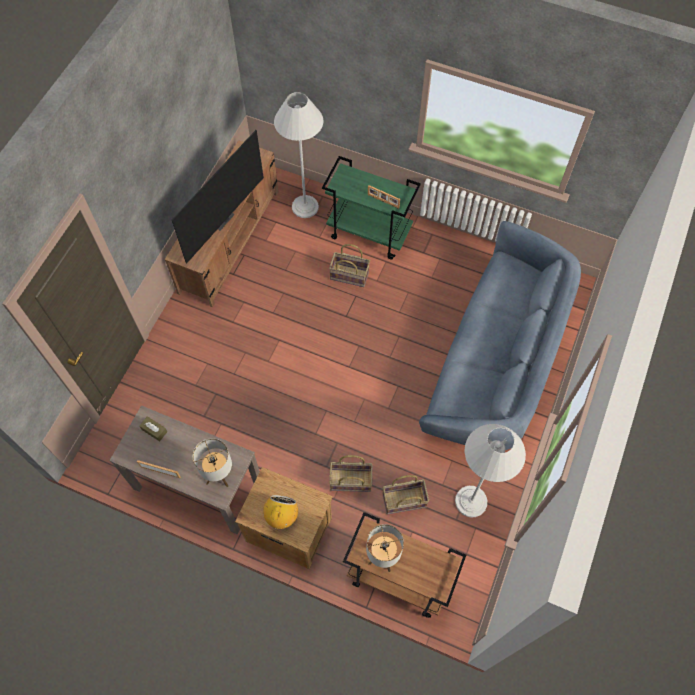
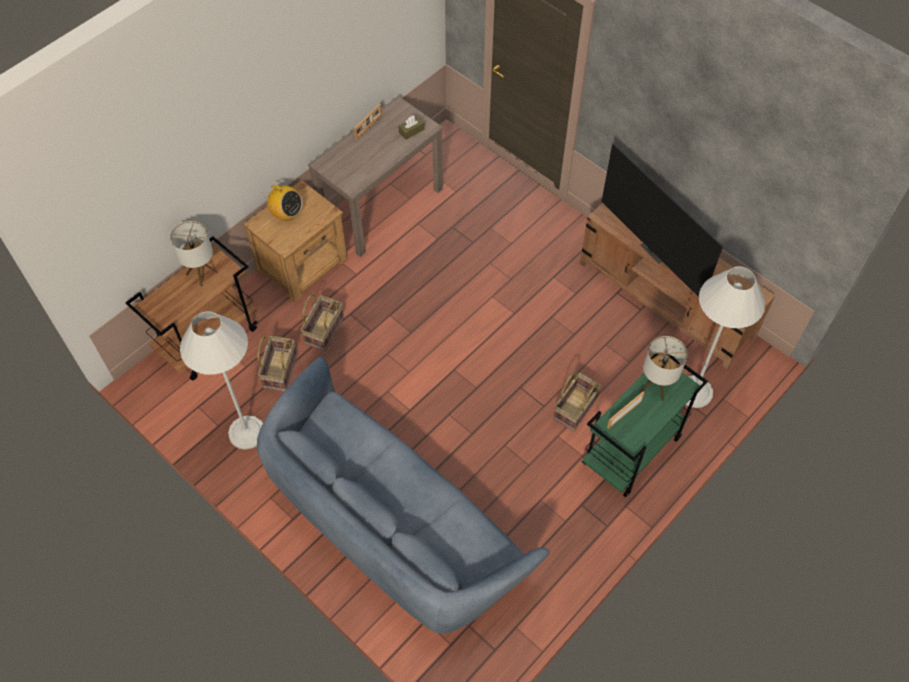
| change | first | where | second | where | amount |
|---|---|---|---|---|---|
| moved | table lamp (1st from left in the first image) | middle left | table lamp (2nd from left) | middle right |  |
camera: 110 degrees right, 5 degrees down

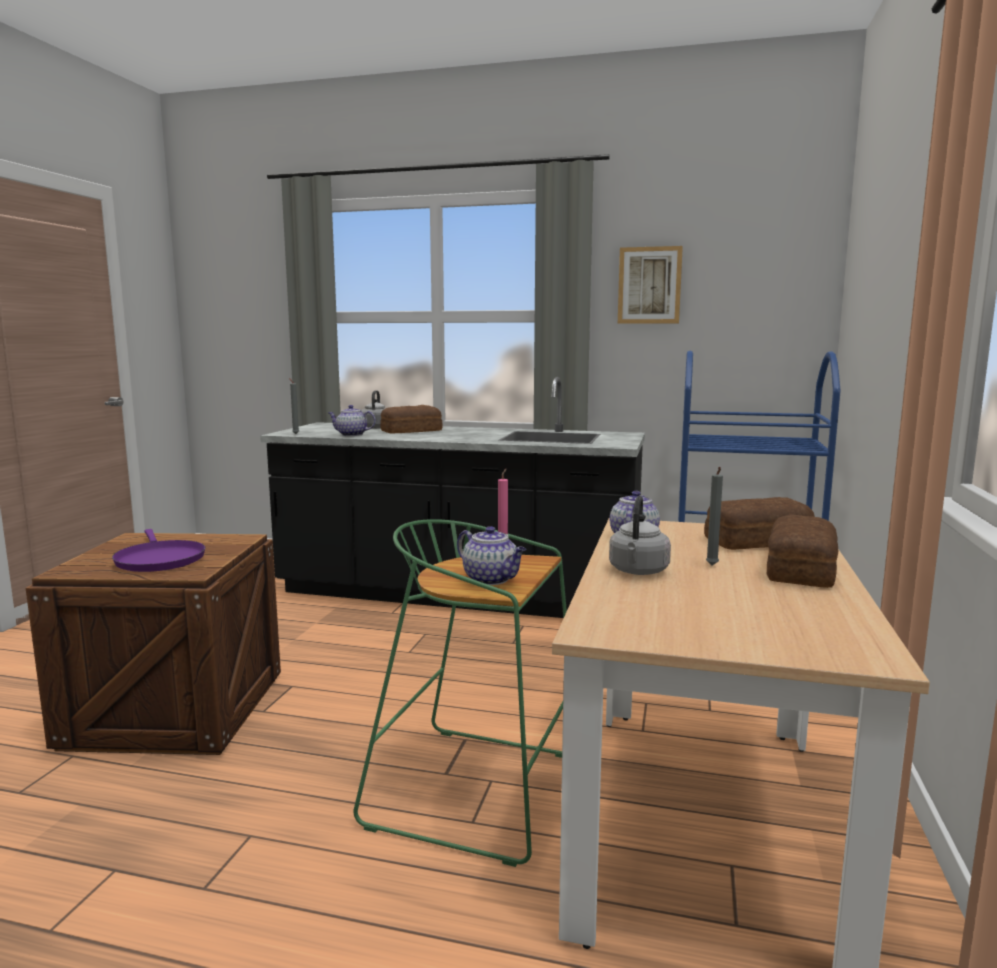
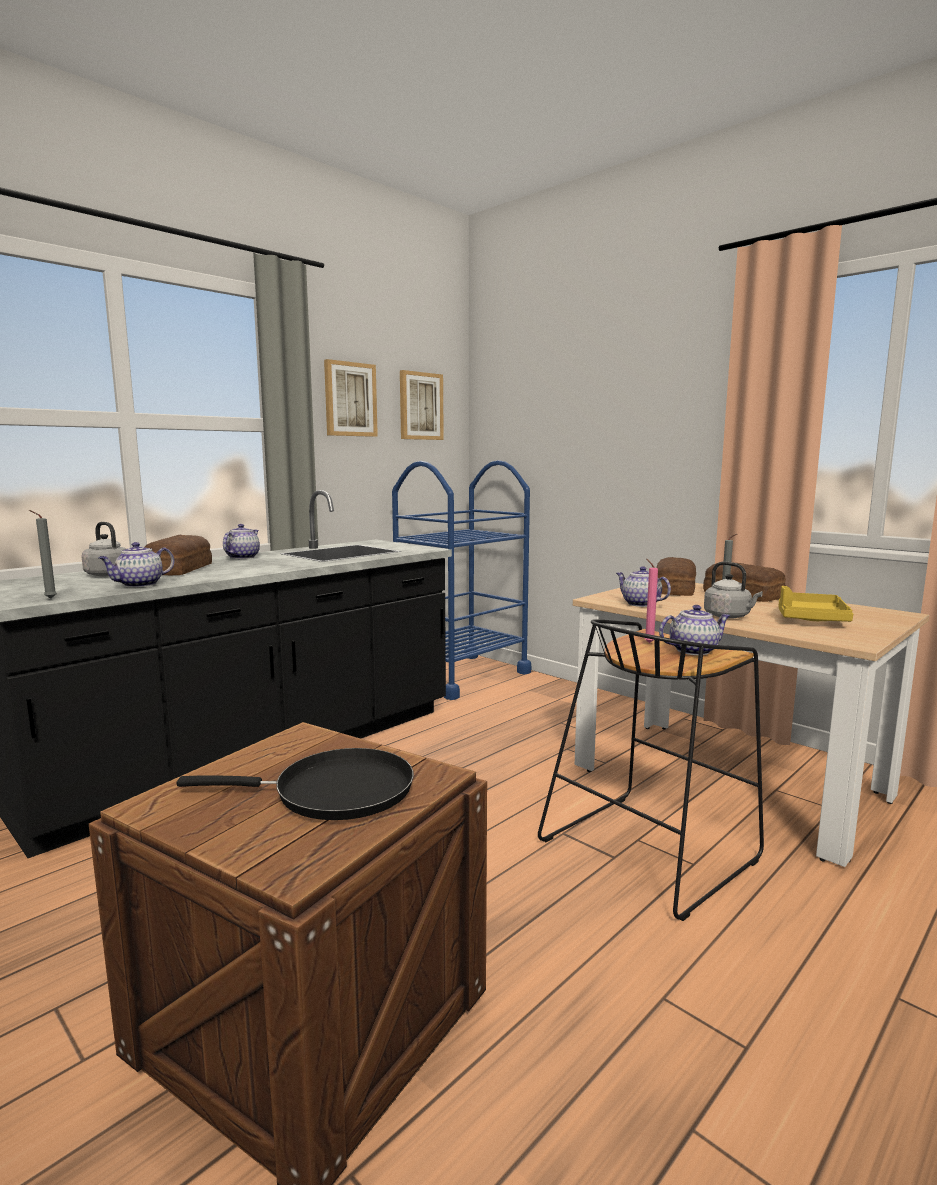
| change | first | where | second | where | amount |
|---|---|---|---|---|---|
| recoloured | stool (green) | bottom centre | stool (black) | middle right |  |
| recoloured | frying pan (purple) | middle left | frying pan (black) | middle left |  |
| added |  |  | picture (2nd from left) | centre |  |
| added |  |  | teapot (2nd from left) | middle left |  |
| added |  |  | tray (yellow) | middle right |  |
camera: 60 degrees left, 0 degrees up

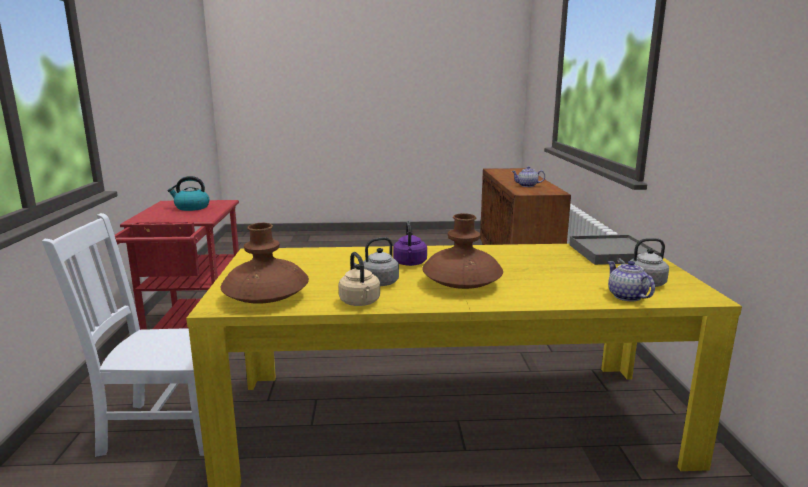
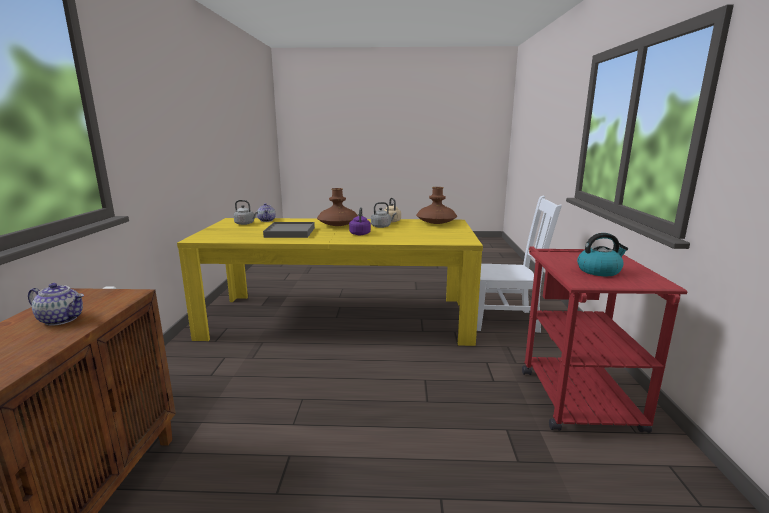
| change | first | where | second | where | amount |
|---|---|---|---|---|---|
| moved | tray (grey) | middle right |  | centre |  |
camera: 175 degrees left, 0 degrees up

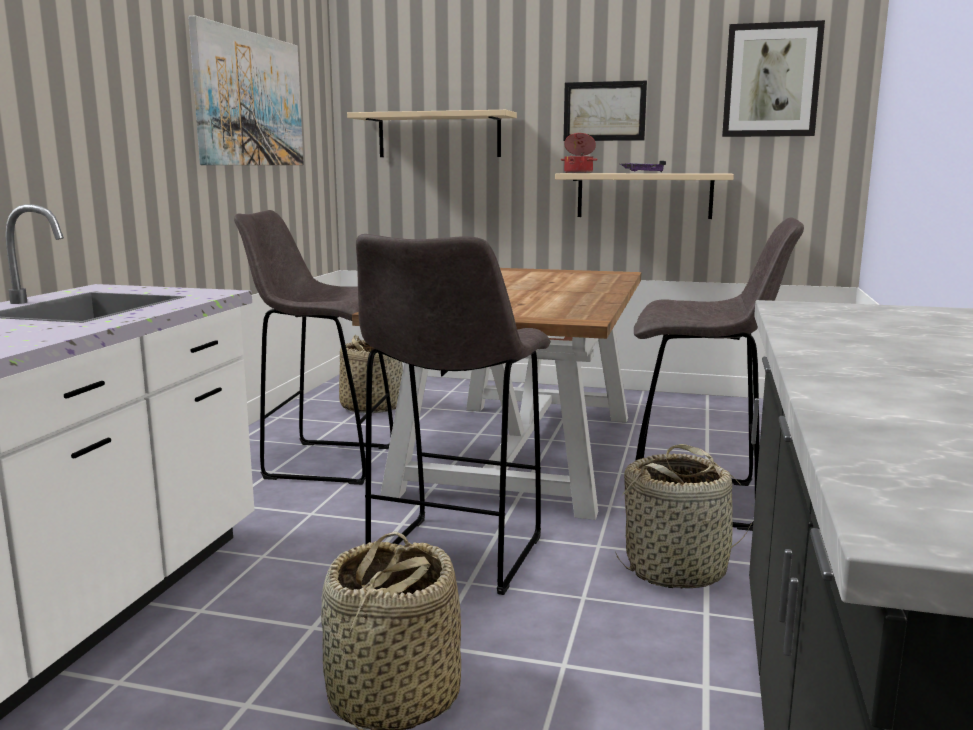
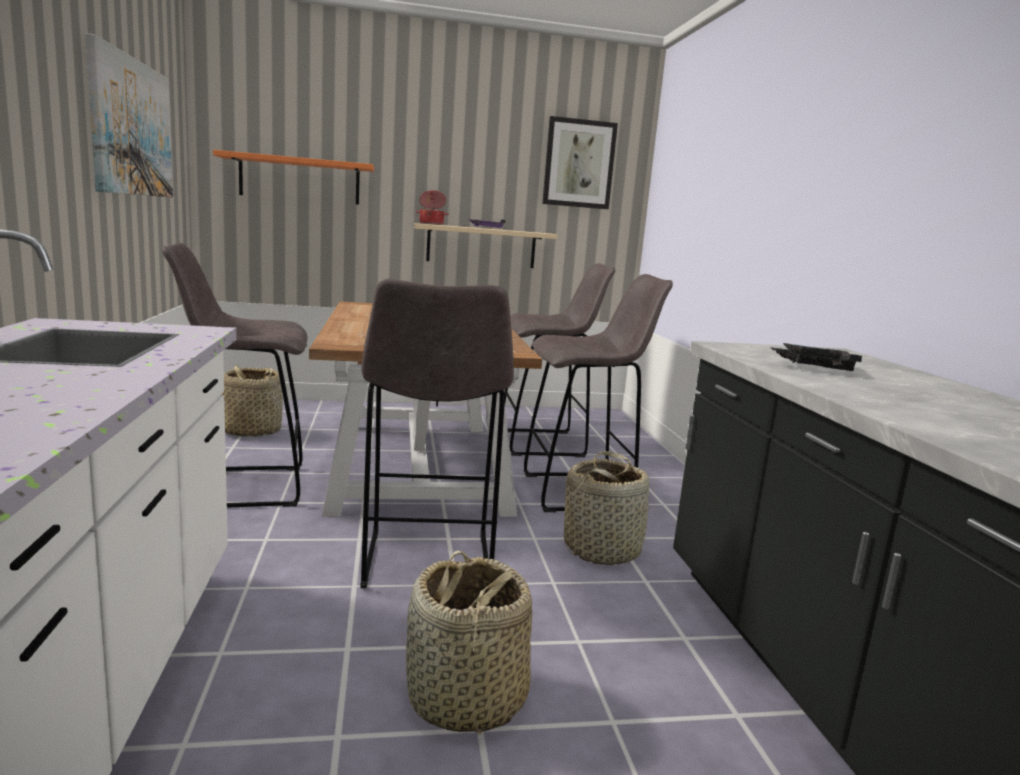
| change | first | where | second | where | amount |
|---|---|---|---|---|---|
| removed | picture (2nd from left) | top centre |  |  |  |
| recoloured | shelf (beige) (1st from left) | top centre | shelf (orange) | top left |  |
| added |  |  | stool (grey) (3rd from left) | centre |  |
| added |  |  | tray (black) | middle right |  |
camera: 25 degrees left, 0 degrees up

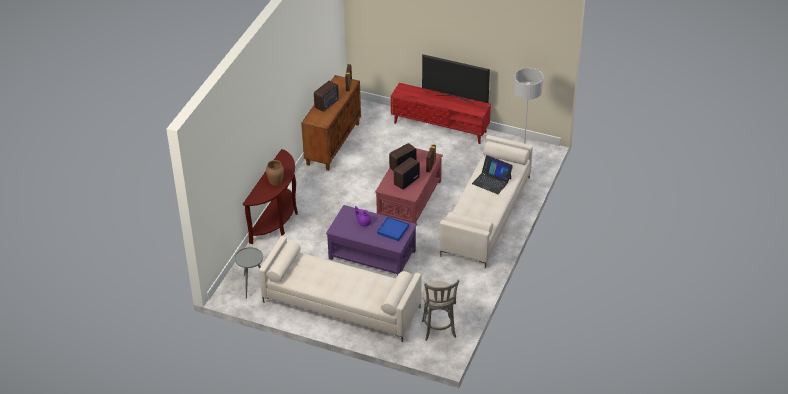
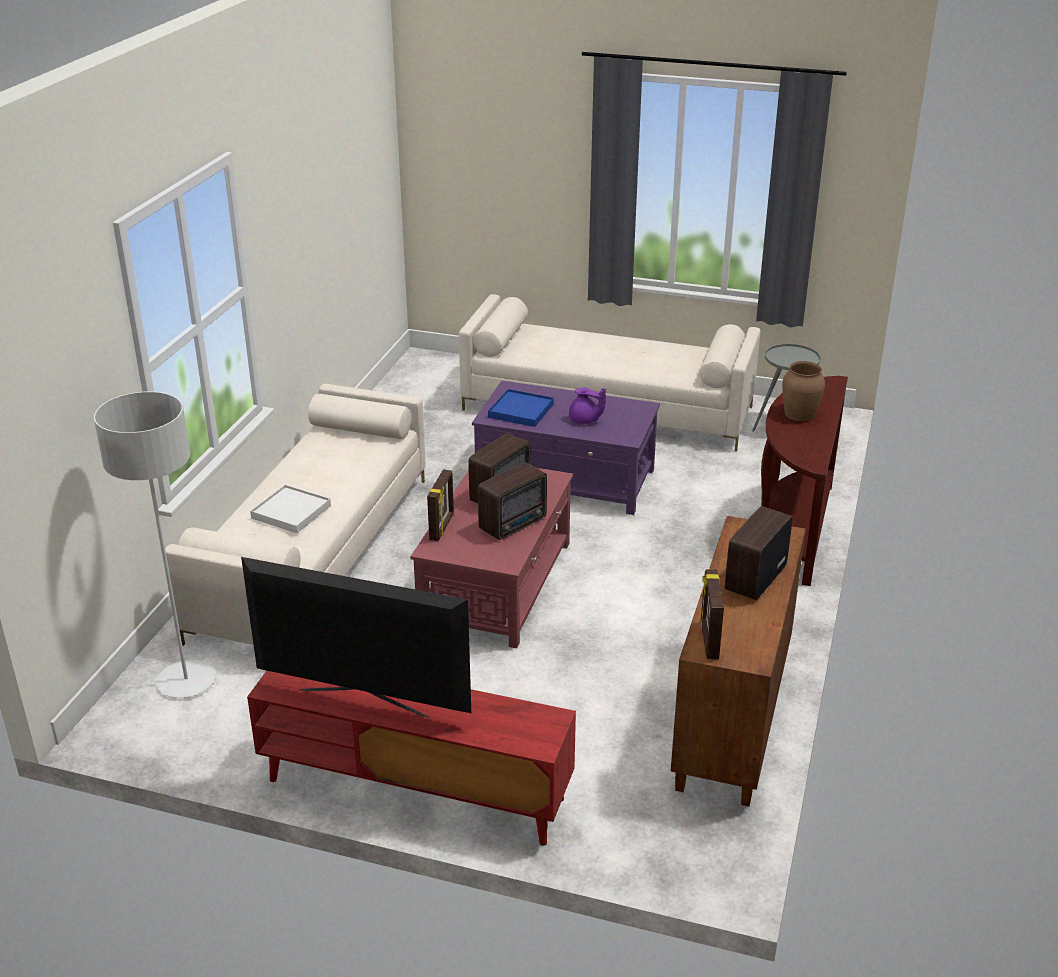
| change | first | where | second | where | amount |
|---|---|---|---|---|---|
| replaced | laptop | centre | tray (white) | middle left |  |
| removed | stool (grey) | bottom centre |  |  |  |
camera: 175 degrees right, 10 degrees down

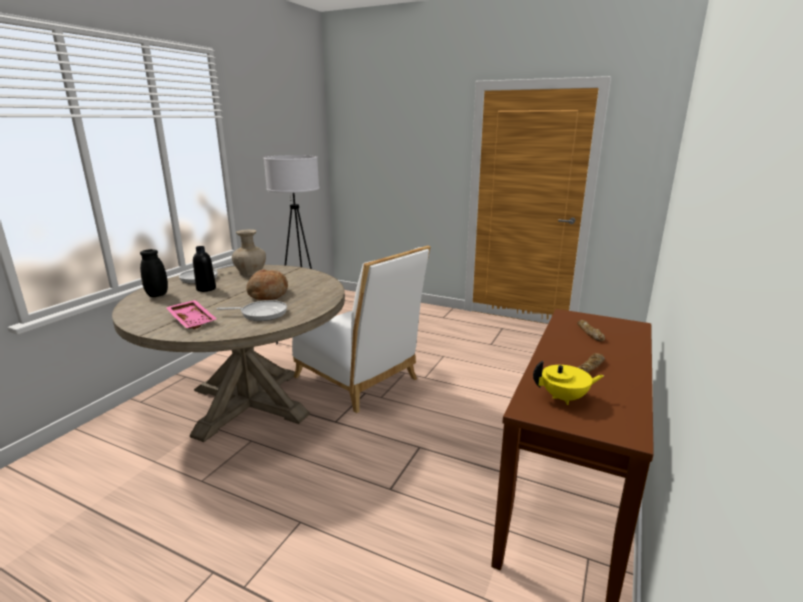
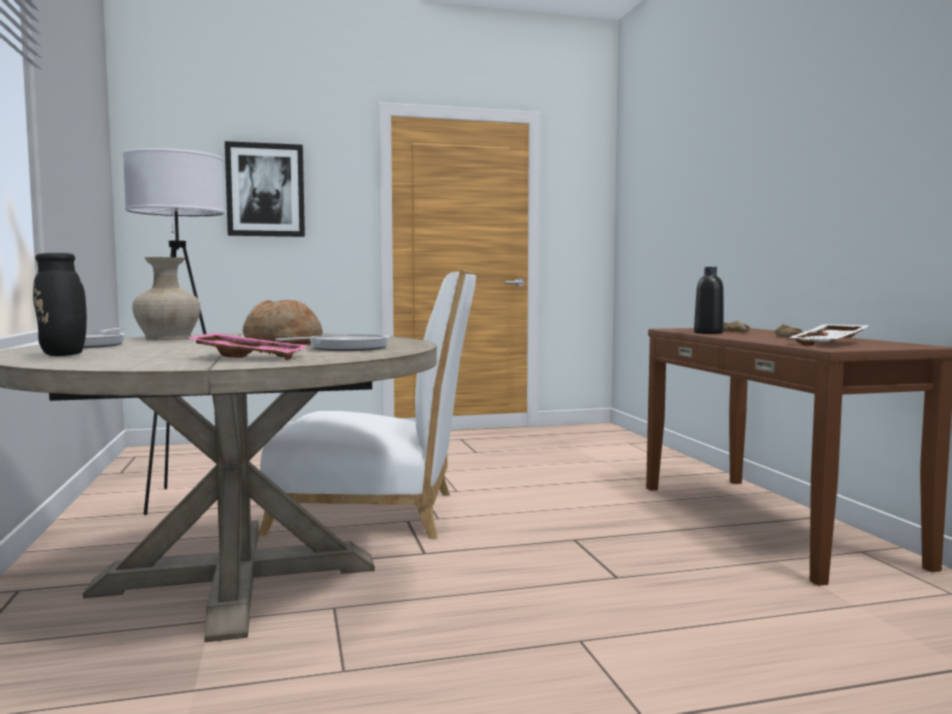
| change | first | where | second | where | amount |
|---|---|---|---|---|---|
| moved | bottle (black) | middle left |  | middle right |  |
| replaced | teapot (yellow) | middle right | tray (white) | middle right |  |
| added |  |  | picture | top left |  |
camera: 40 degrees left, 15 degrees down

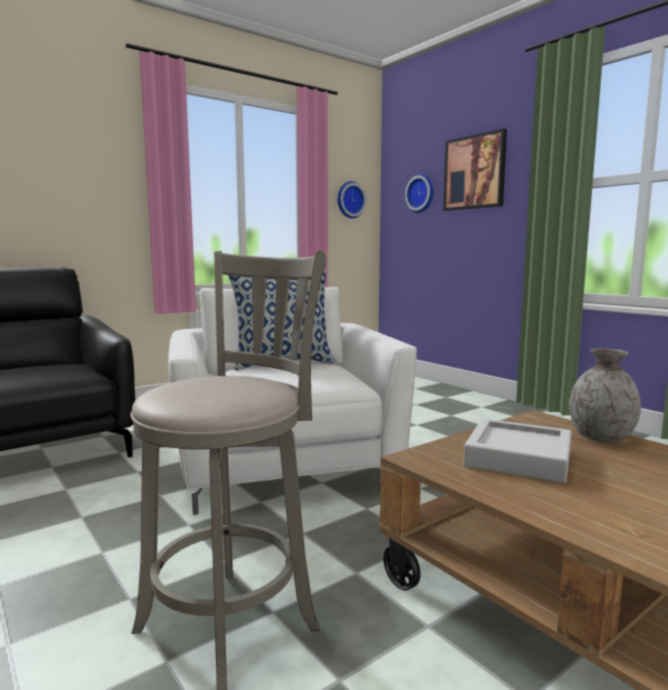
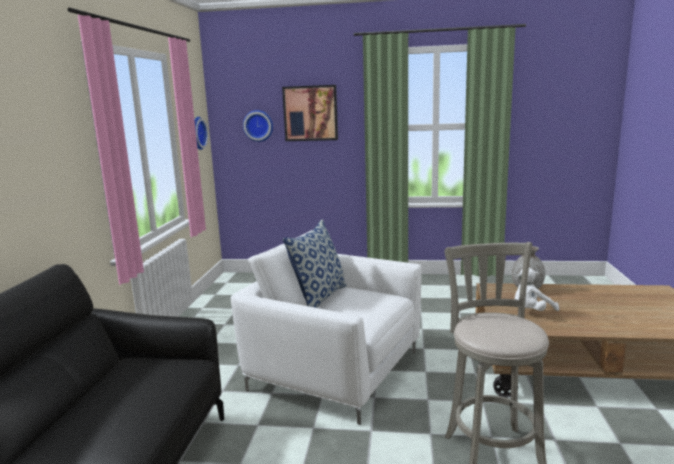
| change | first | where | second | where | amount |
|---|---|---|---|---|---|
| replaced | tray (grey) | middle right | plush toy (white) | middle right |  |
camera: 45 degrees left, 5 degrees up

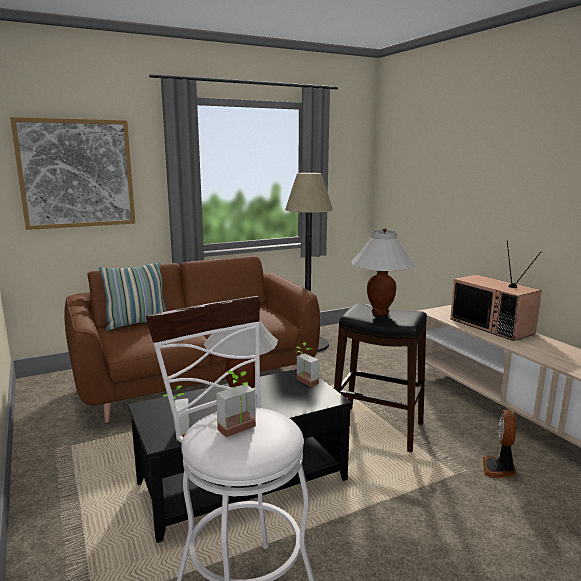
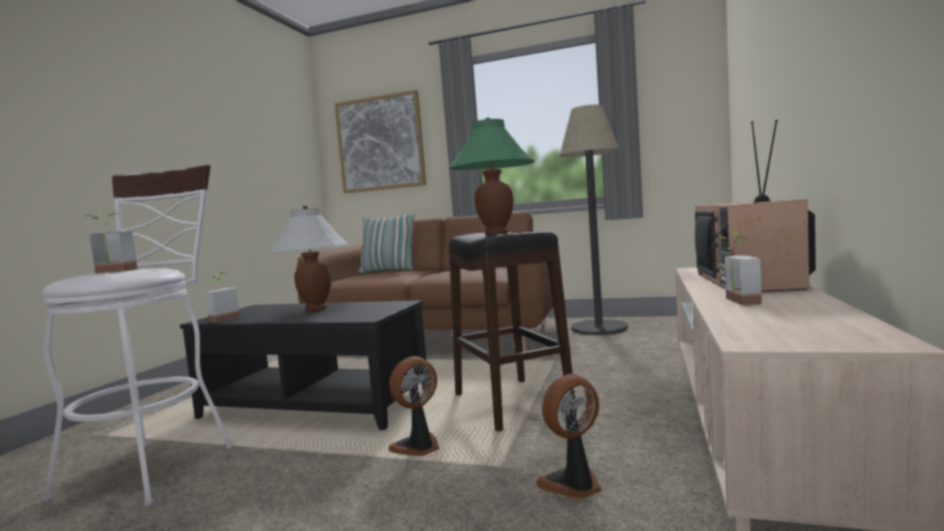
| change | first | where | second | where | amount |
|---|---|---|---|---|---|
| recoloured | table lamp (white) (2nd from left) | centre | table lamp (green) | top centre |  |
| moved | potted plant (3rd from left) | centre |  | middle right |  |
| added |  |  | fan (1st from left) | bottom centre |  |
camera: 45 degrees right, 10 degrees down

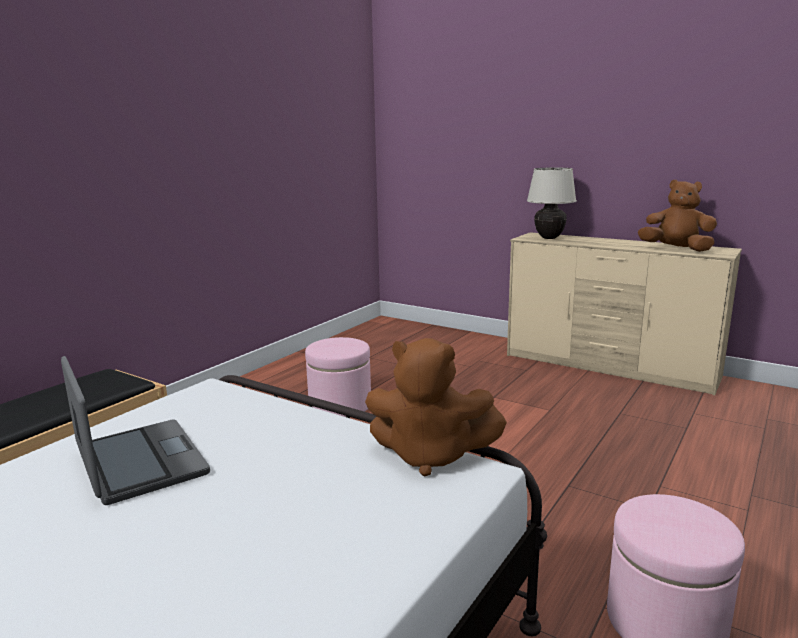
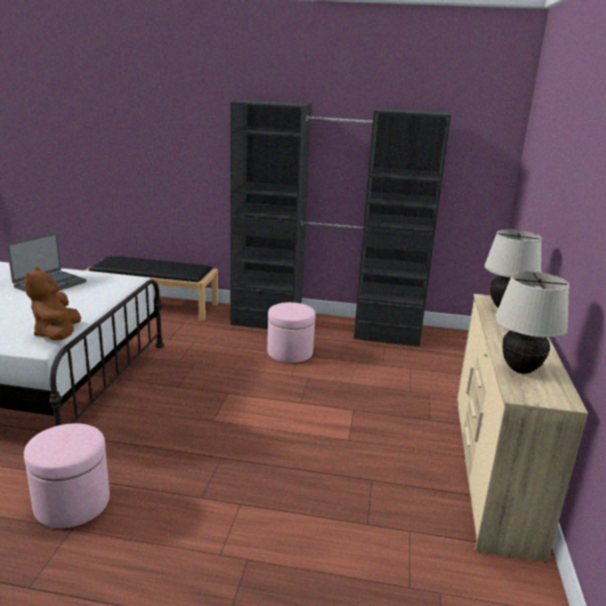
| change | first | where | second | where | amount |
|---|---|---|---|---|---|
| replaced | plush toy (brown) (2nd from left) | middle right | table lamp (beige) (2nd from left) | middle right |  |
| added |  |  | wardrobe (black) | centre |  |
camera: 65 degrees right, 5 degrees up

